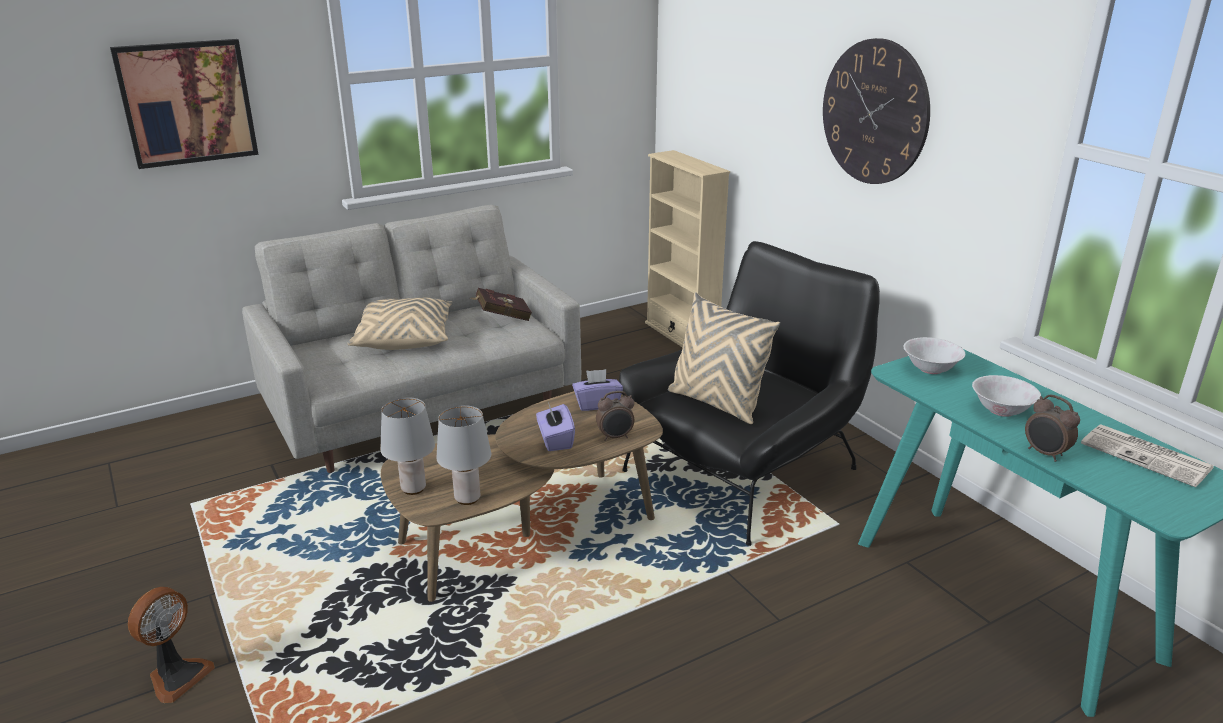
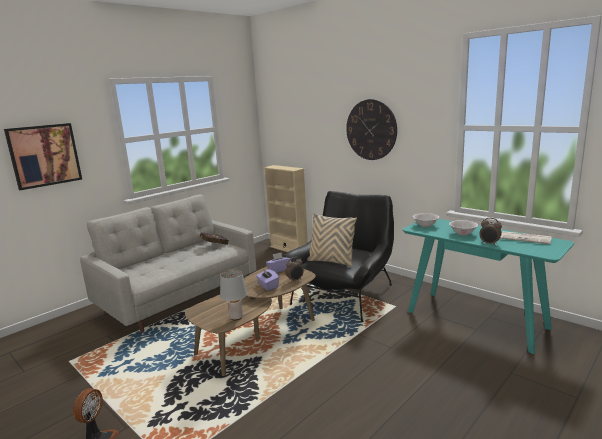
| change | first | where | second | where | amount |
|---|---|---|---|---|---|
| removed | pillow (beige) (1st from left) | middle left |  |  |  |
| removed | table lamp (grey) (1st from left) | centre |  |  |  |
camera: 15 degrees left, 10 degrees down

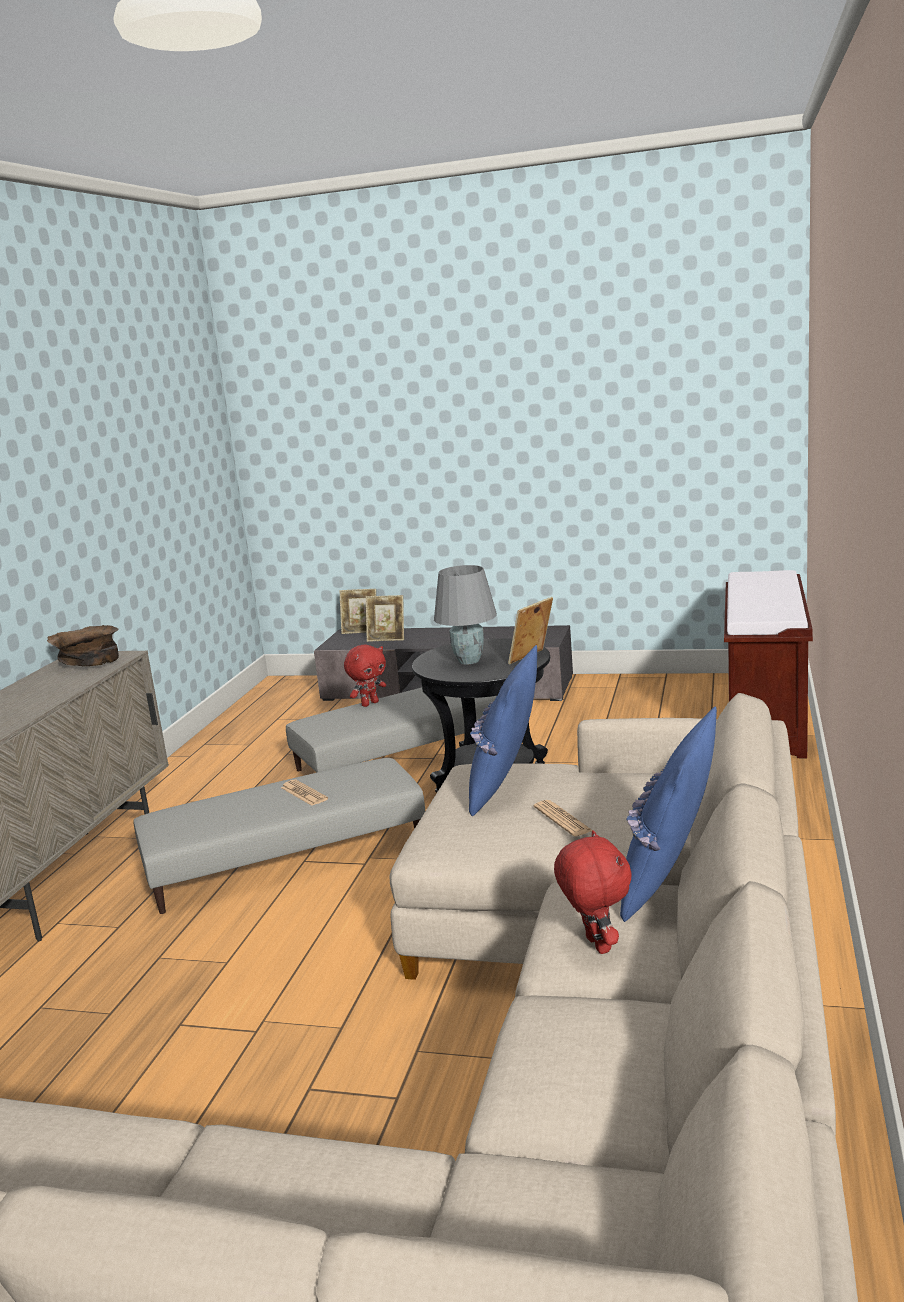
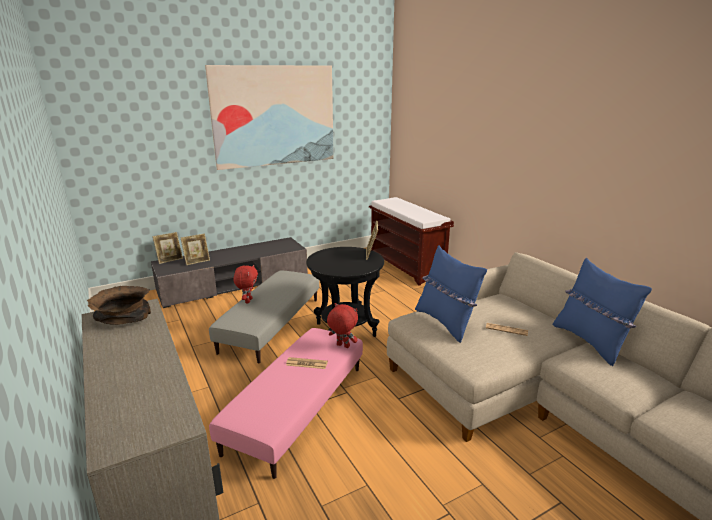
| change | first | where | second | where | amount |
|---|---|---|---|---|---|
| removed | table lamp (grey) | centre |  |  |  |
| recoloured | ottoman (grey) (1st from left) | middle left | ottoman (pink) | bottom centre |  |
| moved | plush toy (red) (2nd from left) | bottom centre |  | centre |  |
| added |  |  | picture | top centre |  |
camera: 45 degrees left, 5 degrees up

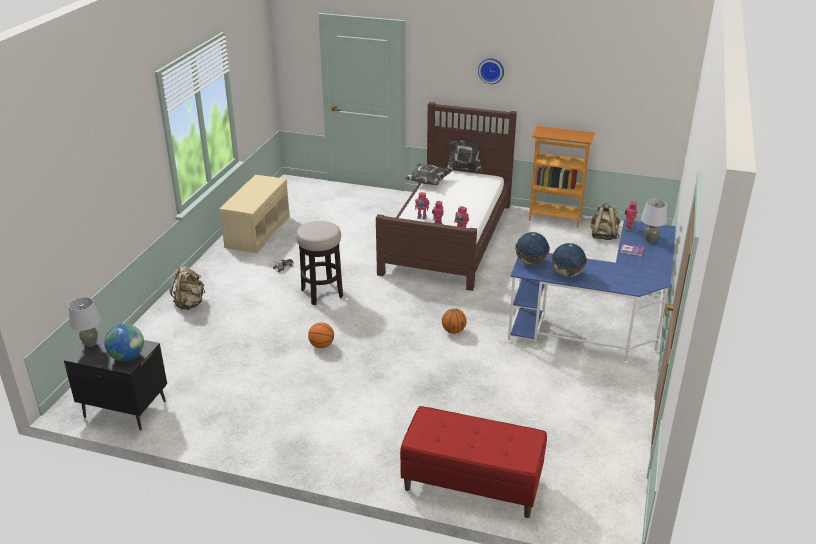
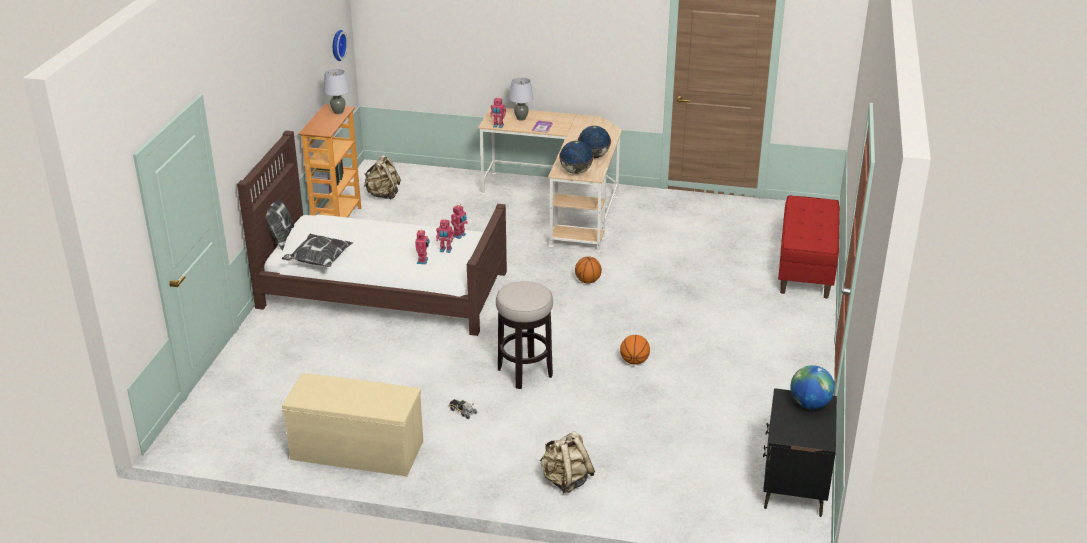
| change | first | where | second | where | amount |
|---|---|---|---|---|---|
| moved | wall clock | top centre |  | top left |  |
| recoloured | desk (blue) | middle right | desk (beige) | top centre |  |
| moved | table lamp (grey) (1st from left) | middle left |  | top left |  |
camera: 95 degrees left, 0 degrees up

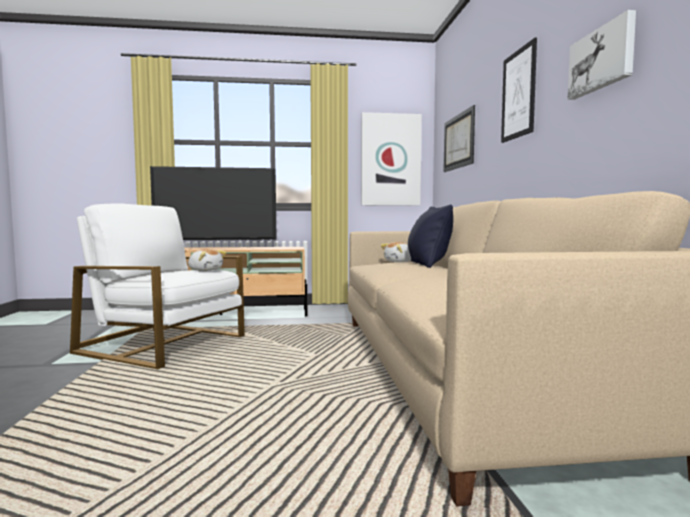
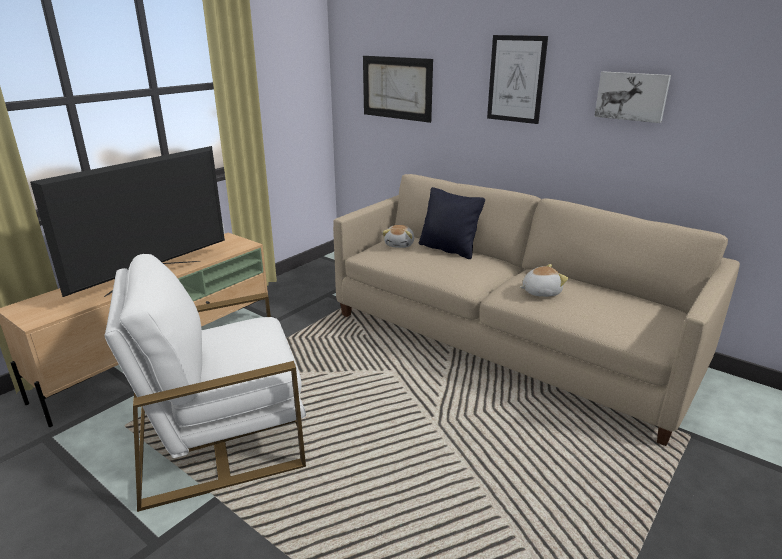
| change | first | where | second | where | amount |
|---|---|---|---|---|---|
| removed | picture (1st from left) | top centre |  |  |  |
| moved | plush toy (1st from left in the first image) | middle left | plush toy (2nd from left) | middle right |  |
camera: 45 degrees left, 20 degrees up

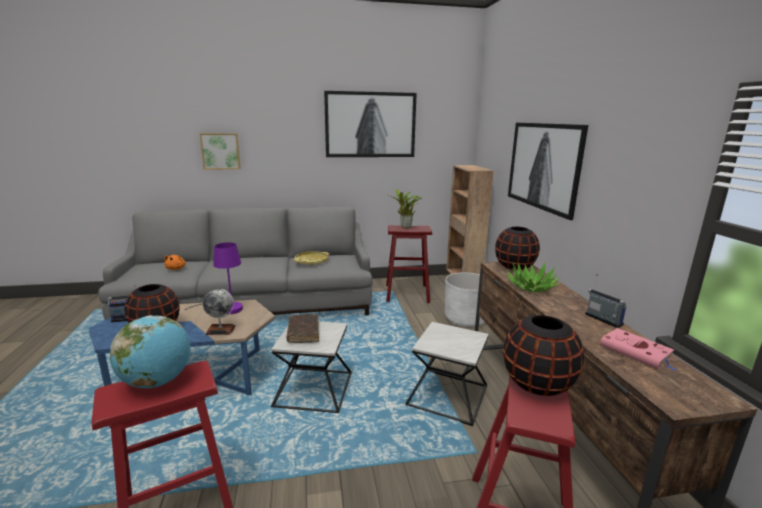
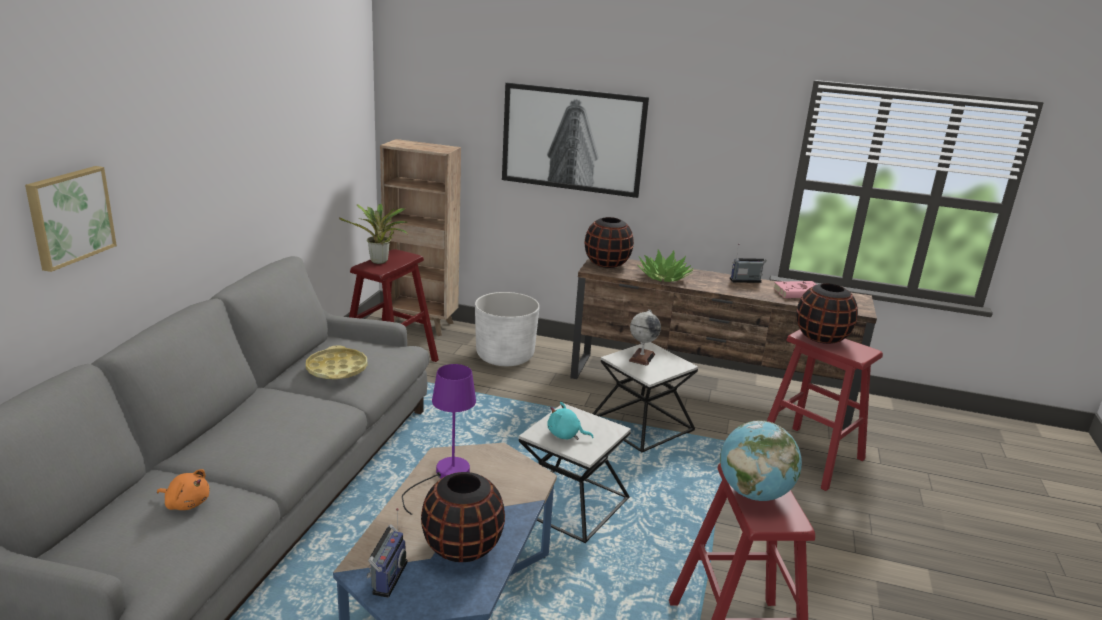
| change | first | where | second | where | amount |
|---|---|---|---|---|---|
| removed | picture (2nd from left) | top centre |  |  |  |
| moved | globe (2nd from left in the first image) | middle left | globe (1st from left) | centre |  |
| replaced | book (brown) | centre | plush toy (turquoise) | bottom centre |  |
camera: 65 degrees left, 5 degrees up

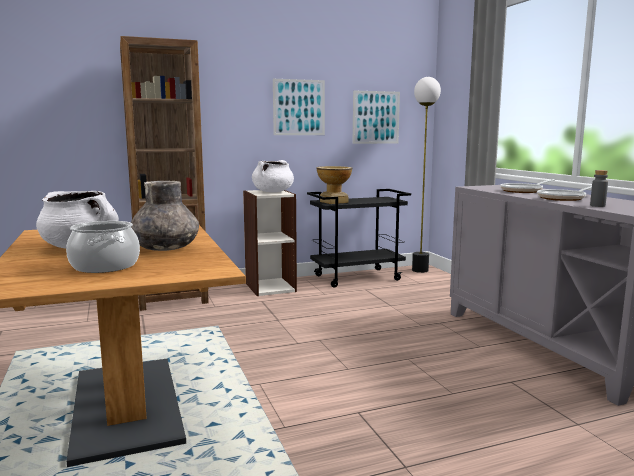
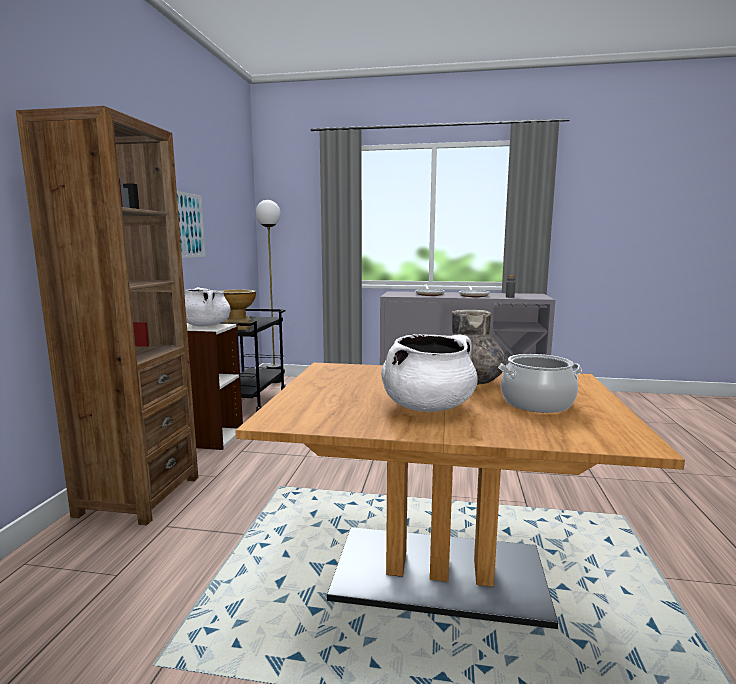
| change | first | where | second | where | amount |
|---|---|---|---|---|---|
| removed | picture (2nd from left) | top centre |  |  |  |
camera: 60 degrees left, 0 degrees up

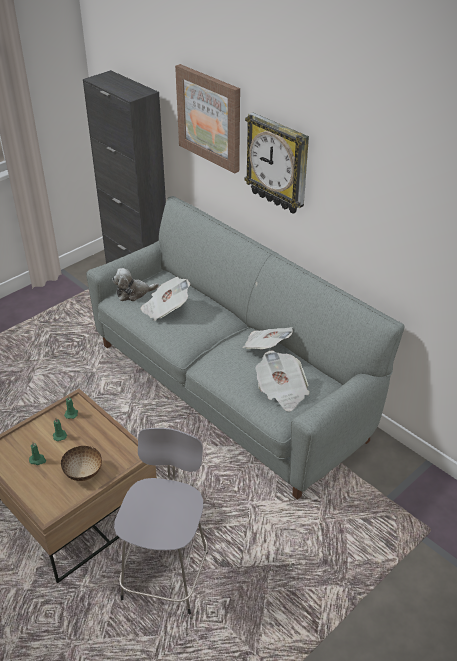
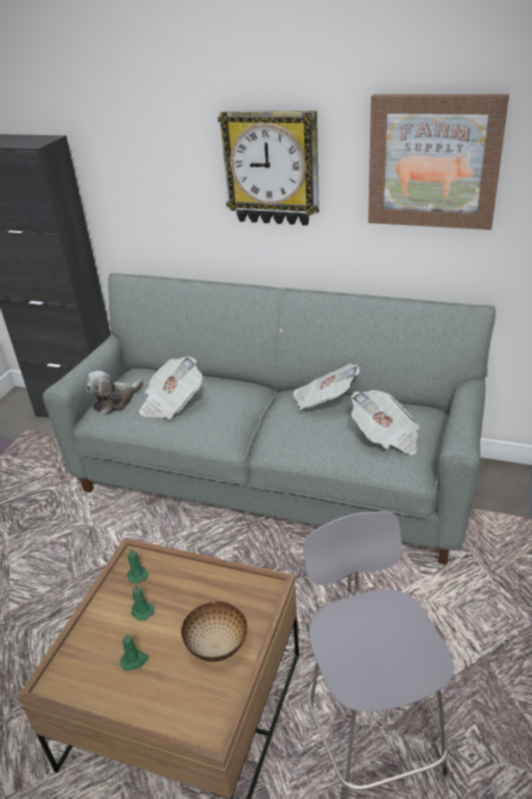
| change | first | where | second | where | amount |
|---|---|---|---|---|---|
| moved | picture | top centre |  | top right |  |
camera: 25 degrees left, 5 degrees down

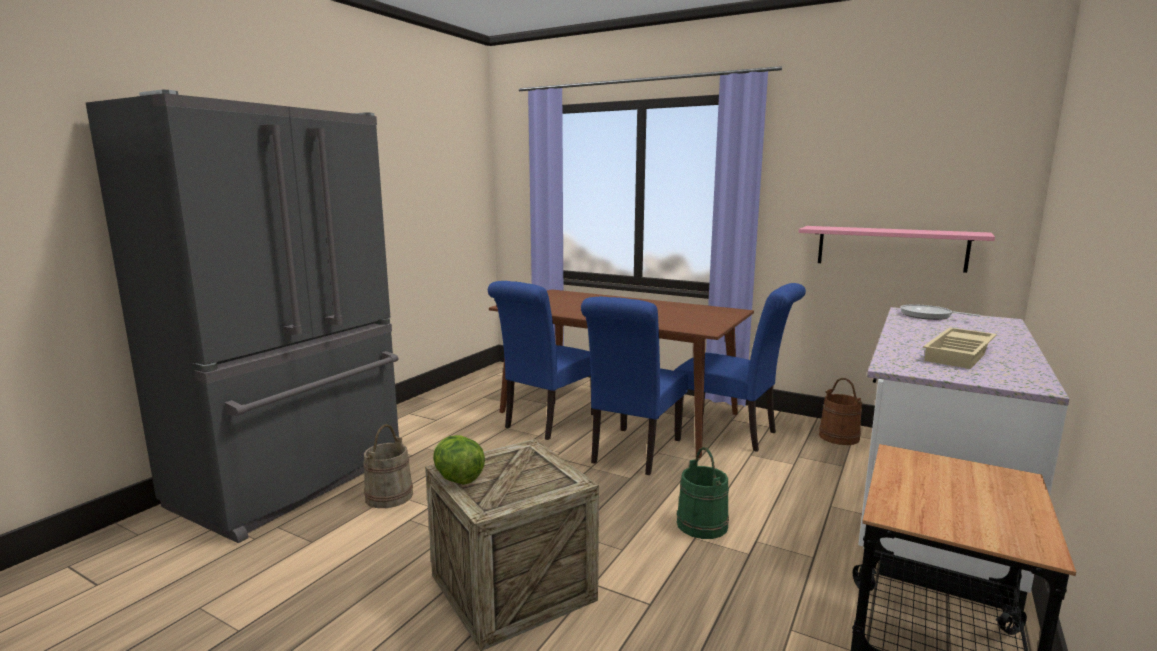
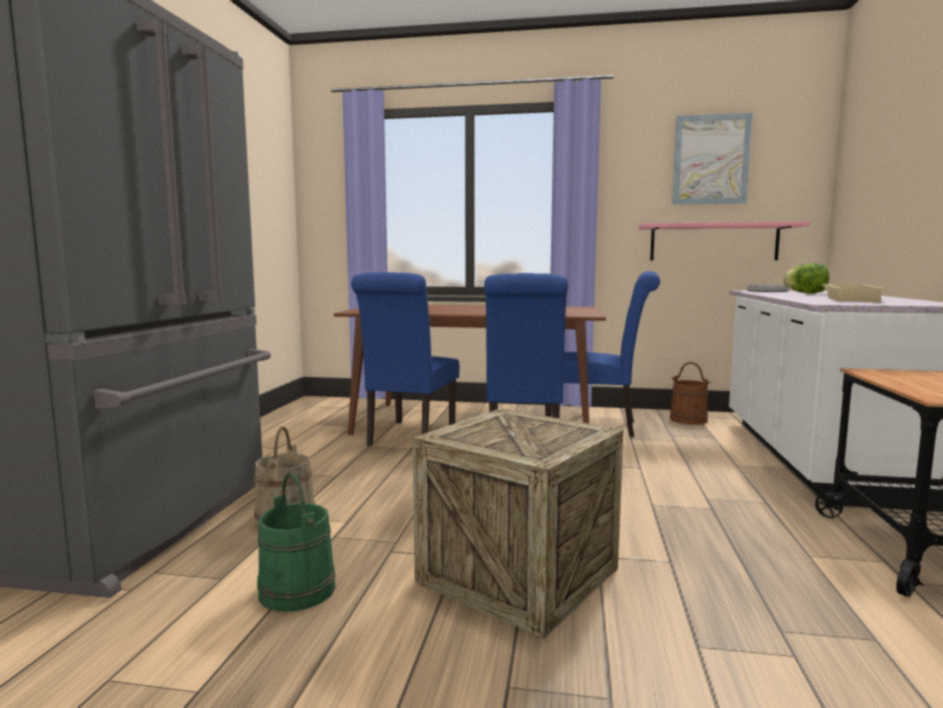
| change | first | where | second | where | amount |
|---|---|---|---|---|---|
| moved | lettuce | bottom centre |  | middle right |  |
| moved | bucket (green) | bottom centre |  | bottom left |  |
| added |  |  | picture | top right |  |
camera: 20 degrees left, 5 degrees down

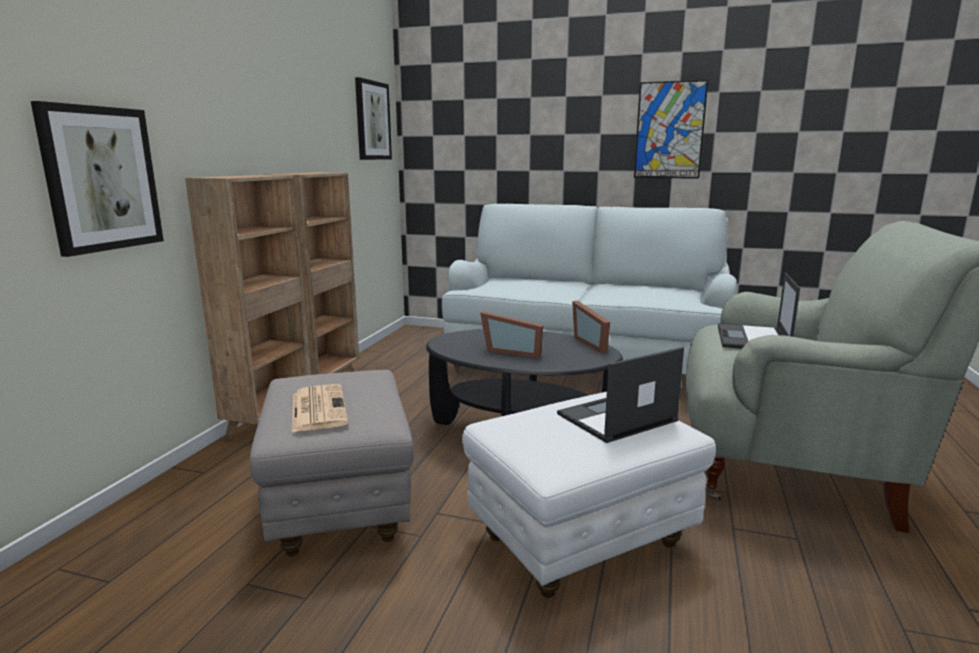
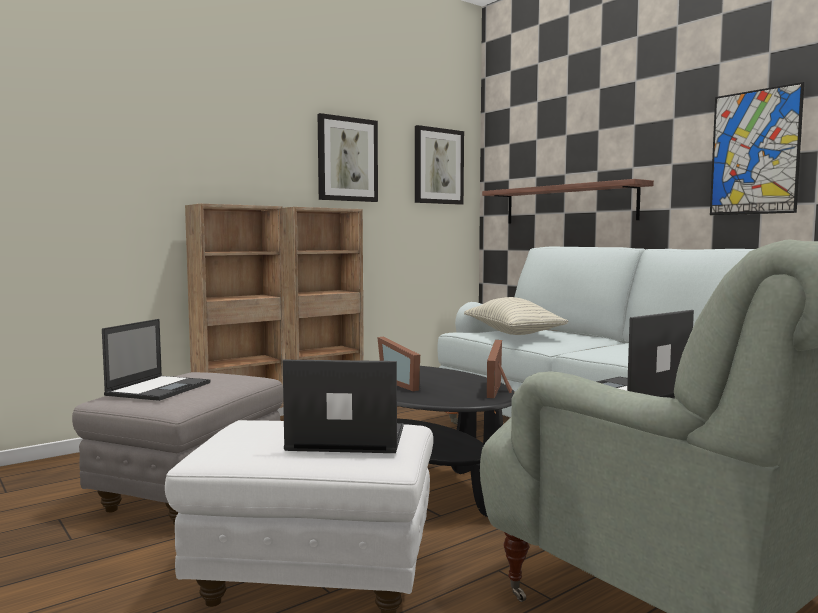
| change | first | where | second | where | amount |
|---|---|---|---|---|---|
| moved | picture (1st from left) | top left |  | top centre |  |
| replaced | newspaper | middle left | laptop (1st from left) | middle left |  |
| added |  |  | shelf | top right |  |
| added |  |  | pillow | centre |  |
camera: 35 degrees right, 10 degrees down

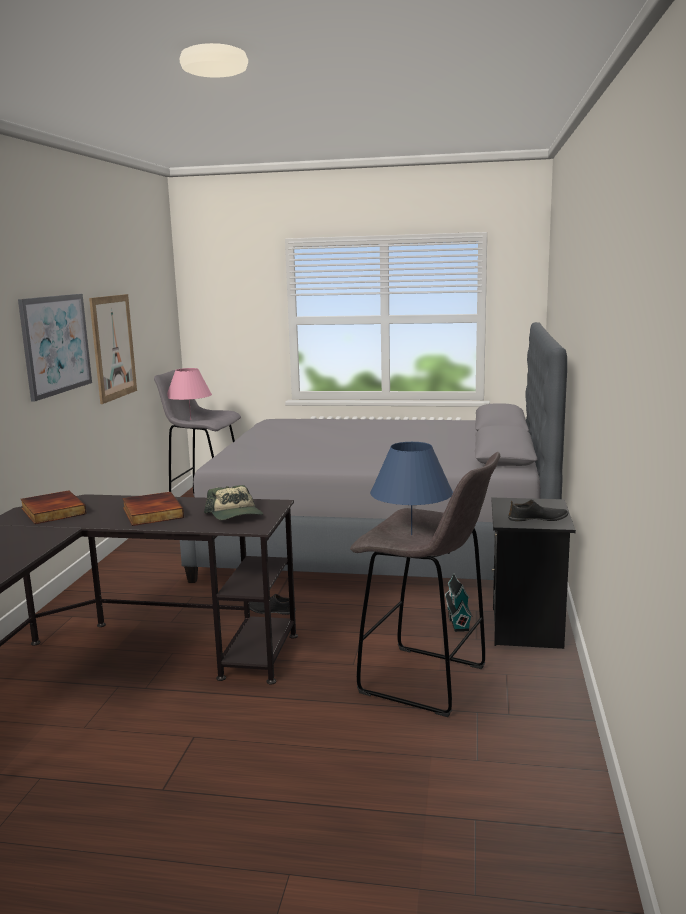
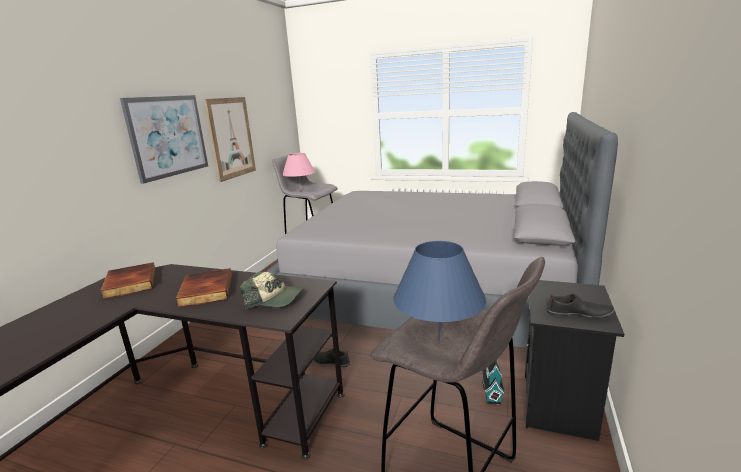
| change | first | where | second | where | amount |
|---|---|---|---|---|---|
| turned | cap | centre |  | centre | 60 degrees counterclockwise |
camera: 10 degrees right, 5 degrees up

